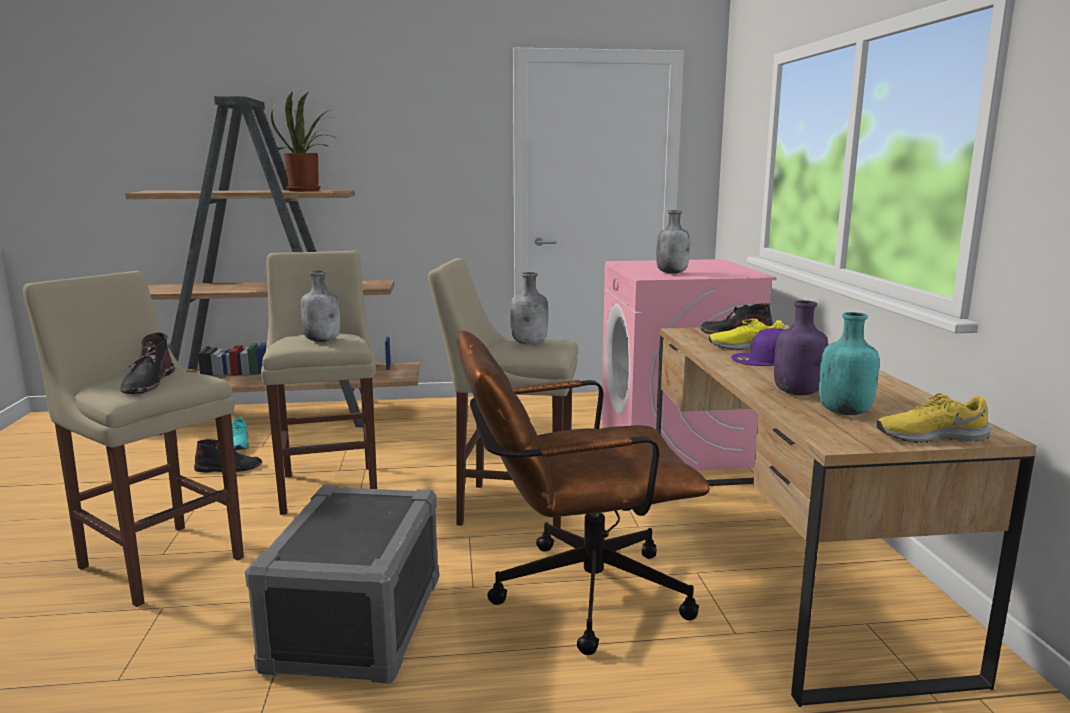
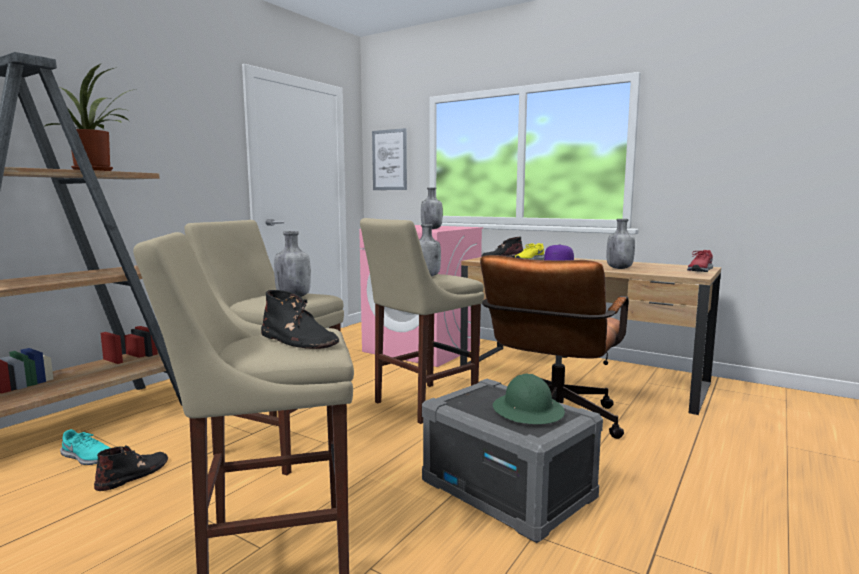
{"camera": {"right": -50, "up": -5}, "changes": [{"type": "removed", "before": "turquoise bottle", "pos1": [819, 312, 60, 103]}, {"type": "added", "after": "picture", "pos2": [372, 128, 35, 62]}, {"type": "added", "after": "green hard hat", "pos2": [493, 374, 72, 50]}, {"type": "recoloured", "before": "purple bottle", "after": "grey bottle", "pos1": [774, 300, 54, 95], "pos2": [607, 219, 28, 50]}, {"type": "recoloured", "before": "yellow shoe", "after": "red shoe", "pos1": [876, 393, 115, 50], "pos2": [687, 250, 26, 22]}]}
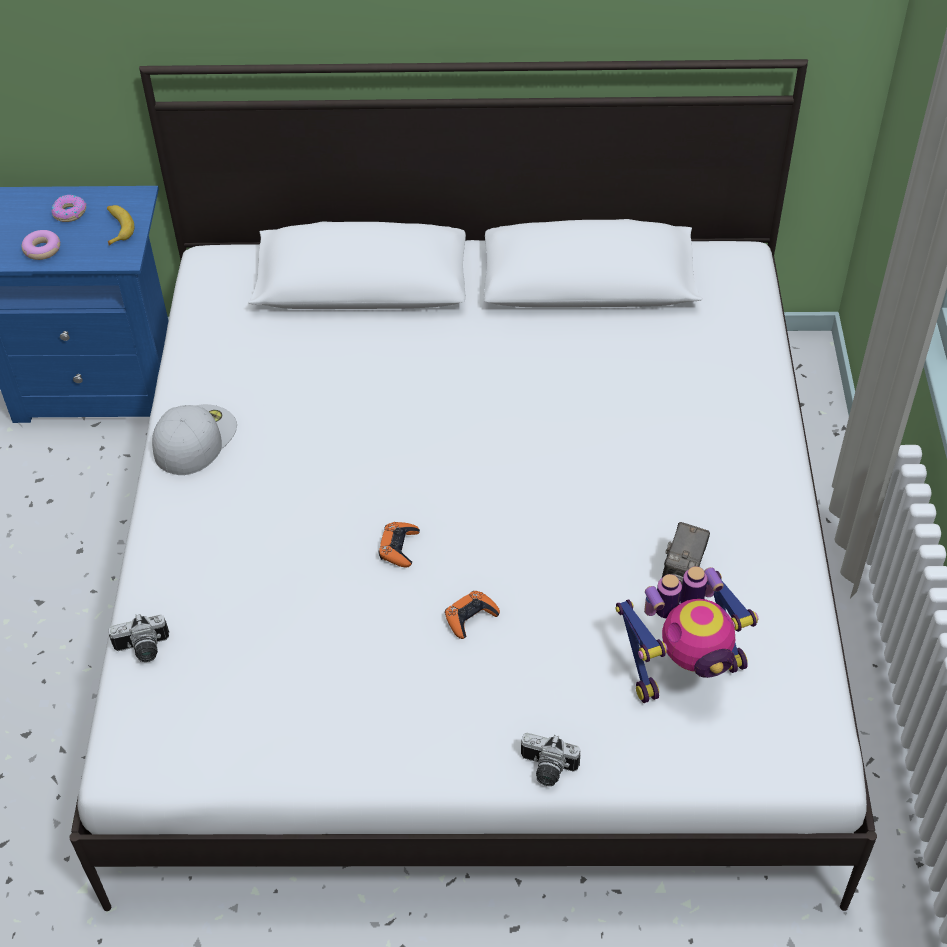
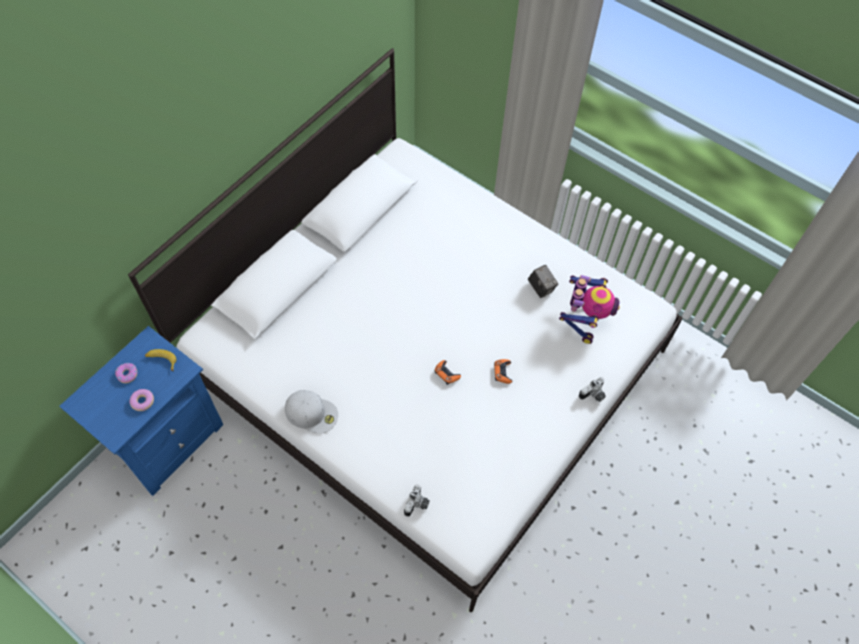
{"camera": {"right": -55, "up": 10}, "changes": [{"type": "turned", "before": "white cap", "pos1": [152, 404, 85, 71], "pos2": [285, 390, 53, 44], "turn": 135}]}
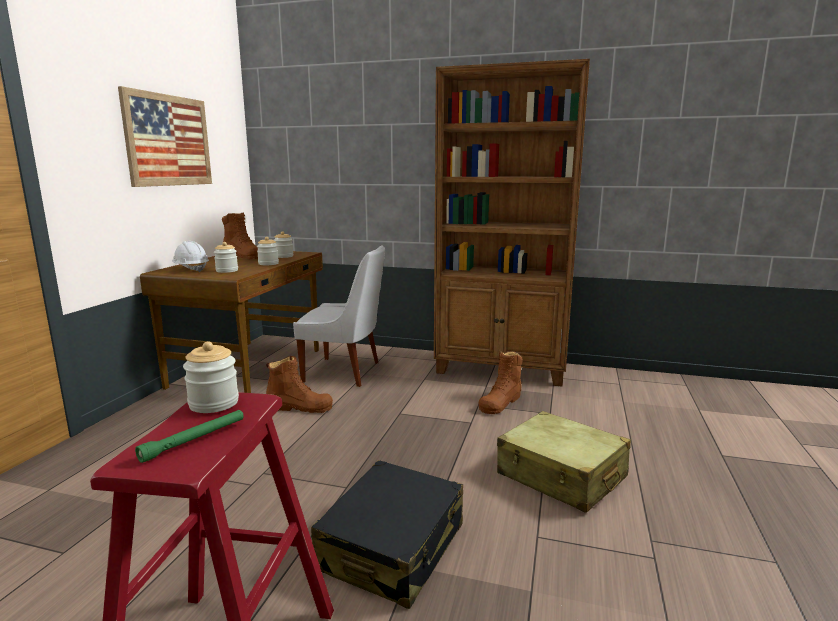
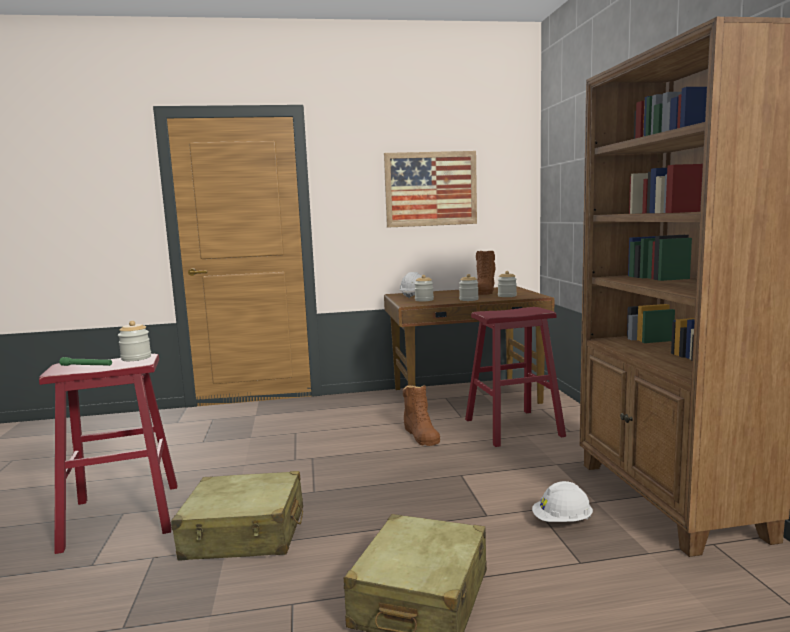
{"camera": {"right": 65, "up": -5}, "changes": [{"type": "replaced", "before": "white chair", "after": "red stool", "pos1": [293, 245, 92, 142], "pos2": [465, 307, 101, 140]}, {"type": "replaced", "before": "brown boot", "after": "white hard hat", "pos1": [478, 351, 45, 63], "pos2": [532, 481, 61, 41]}, {"type": "recoloured", "before": "black suitcase", "after": "beige suitcase", "pos1": [311, 460, 152, 149], "pos2": [171, 471, 132, 90]}]}
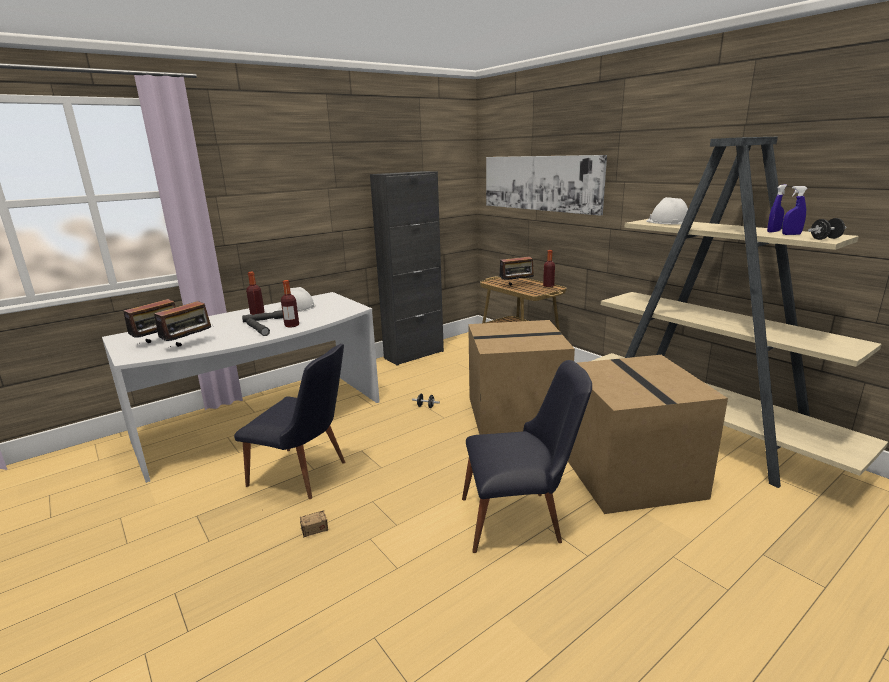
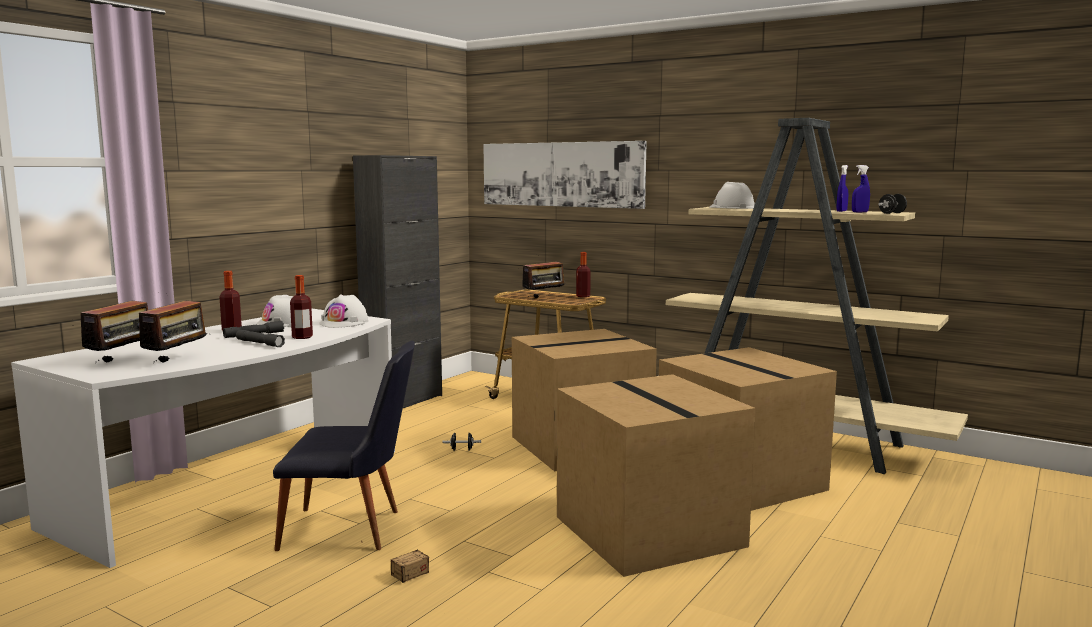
{"camera": {"right": -20, "up": -10}, "changes": [{"type": "added", "after": "white hard hat", "pos2": [319, 294, 50, 34]}, {"type": "replaced", "before": "black chair", "after": "cardboard box", "pos1": [462, 360, 130, 193], "pos2": [557, 374, 199, 203]}]}
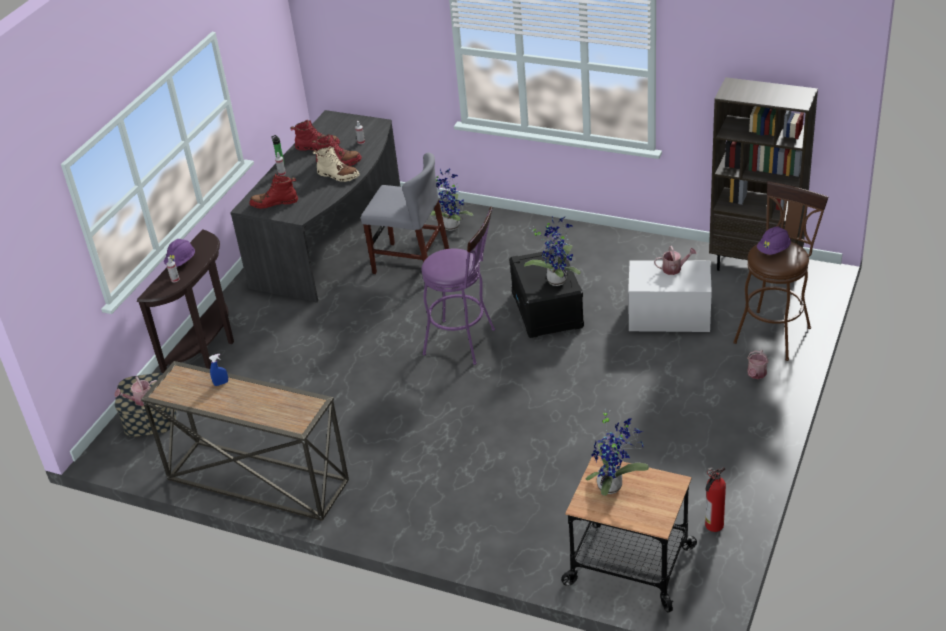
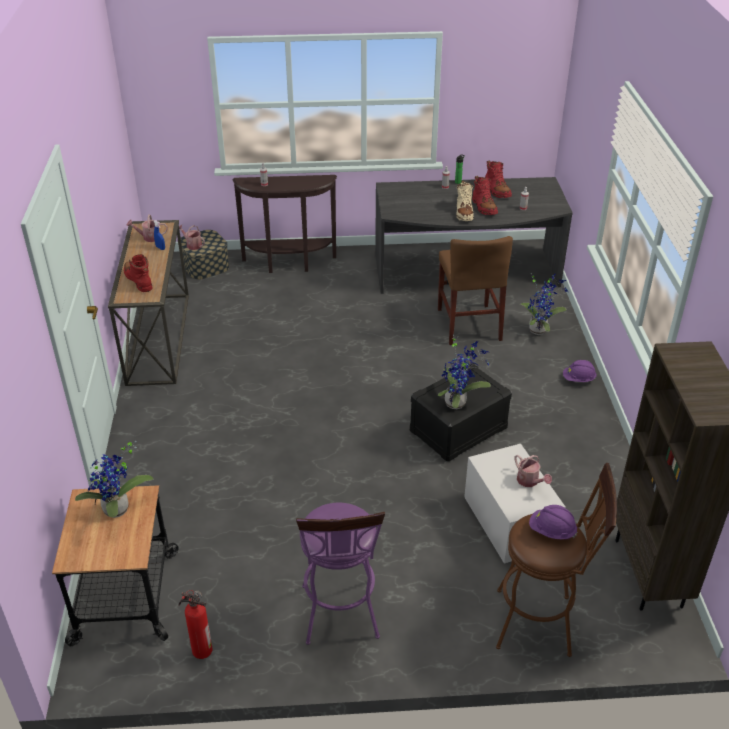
{"camera": {"right": 60, "up": 0}, "changes": [{"type": "moved", "before": "purple hard hat", "pos1": [164, 239, 31, 28], "pos2": [563, 360, 34, 22]}, {"type": "moved", "before": "red boot", "pos1": [249, 173, 49, 36], "pos2": [124, 254, 29, 38]}, {"type": "moved", "before": "purple stool", "pos1": [421, 207, 74, 158], "pos2": [296, 503, 89, 142]}, {"type": "moved", "before": "watering can", "pos1": [747, 350, 22, 29], "pos2": [126, 214, 42, 28]}, {"type": "recoloured", "before": "grey chair", "after": "brown chair", "pos1": [361, 153, 88, 121], "pos2": [438, 236, 75, 109]}]}
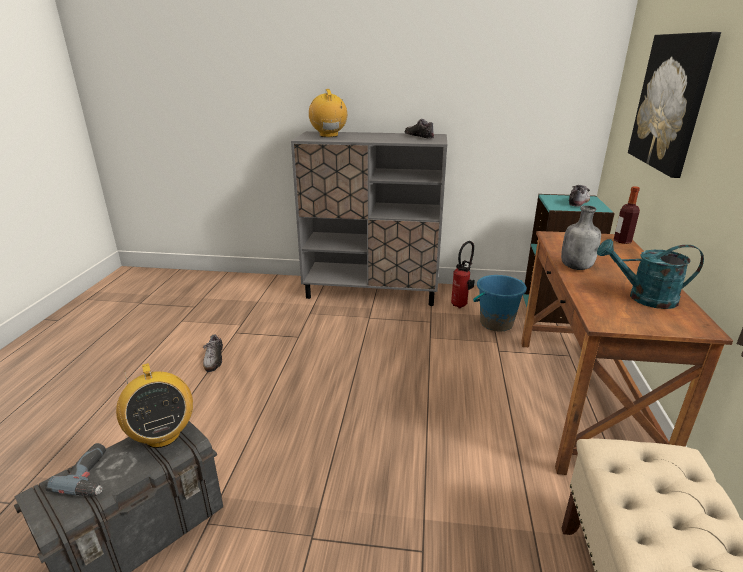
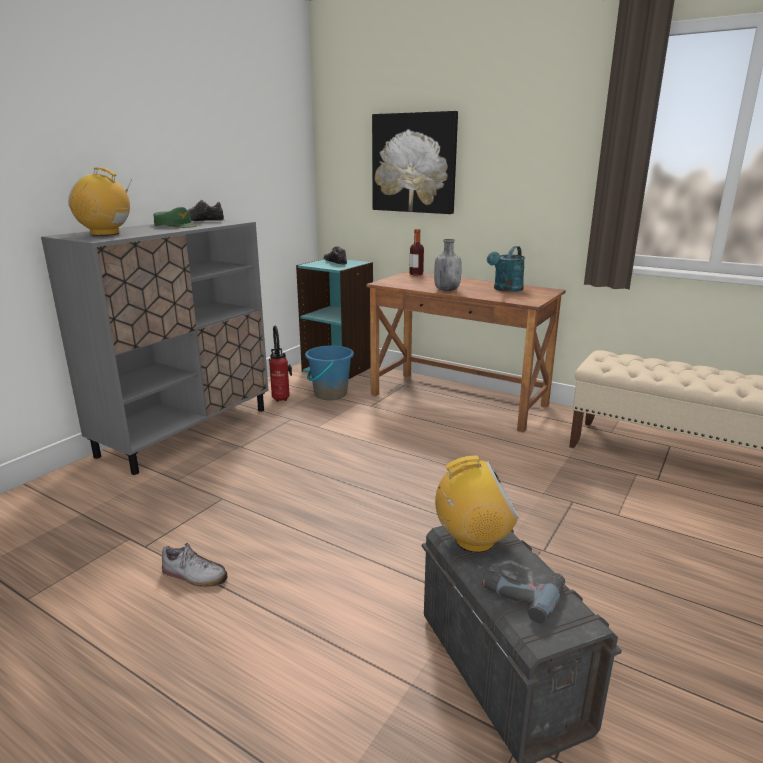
{"camera": {"right": -65, "up": -5}, "changes": [{"type": "added", "after": "green cap", "pos2": [153, 207, 44, 21]}]}
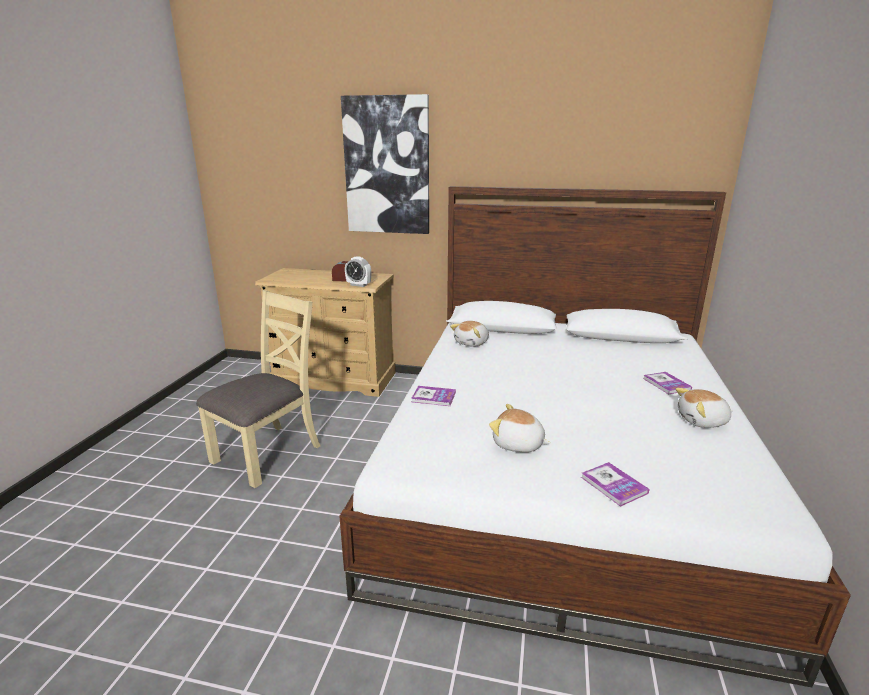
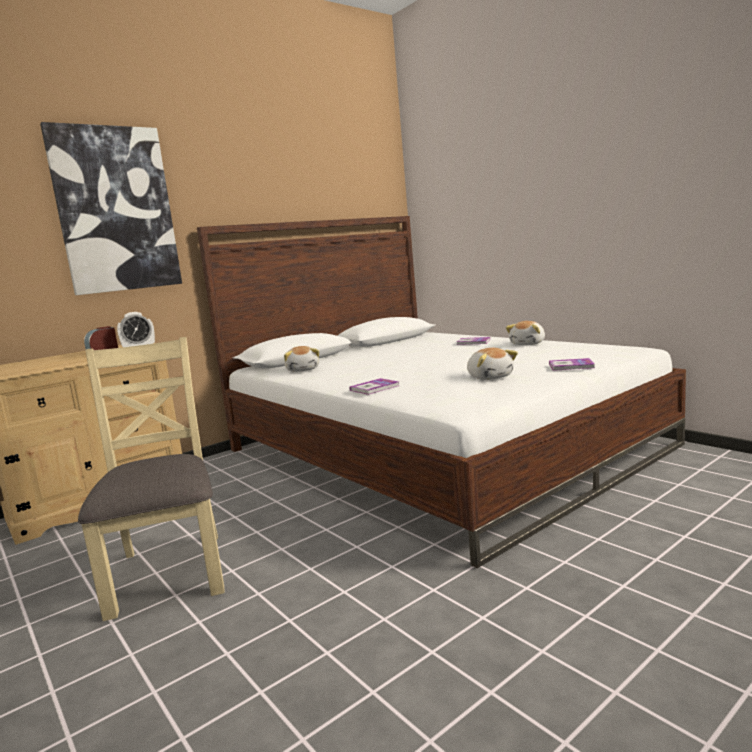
{"camera": {"right": -50, "up": -10}, "changes": [{"type": "turned", "before": "plush toy", "pos1": [489, 404, 61, 48], "pos2": [467, 348, 51, 32], "turn": -90}]}
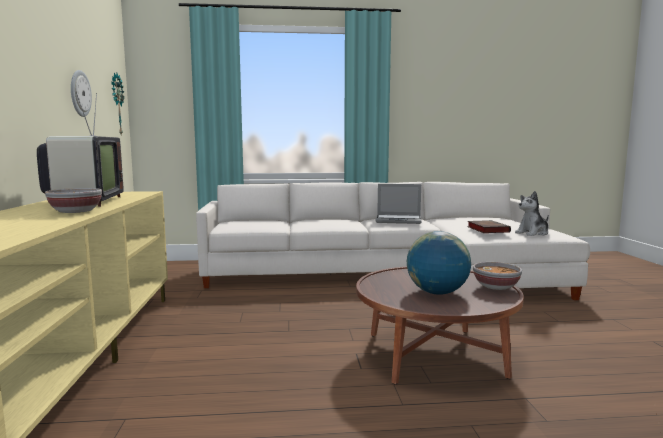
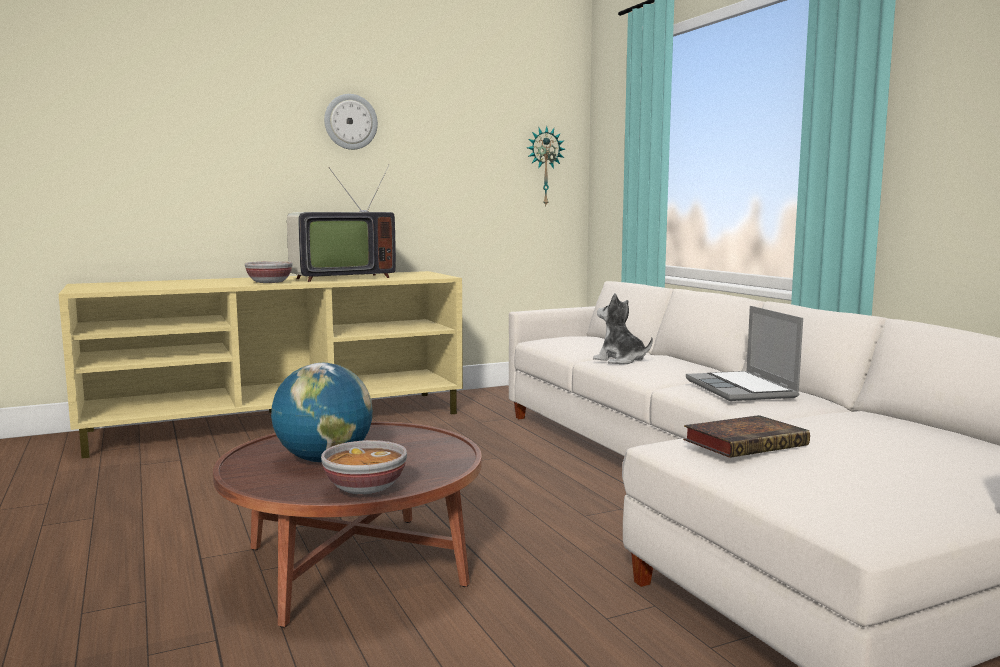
{"camera": {"right": 70, "up": 0}, "changes": [{"type": "moved", "before": "wall clock", "pos1": [71, 70, 21, 47], "pos2": [324, 94, 54, 56]}, {"type": "moved", "before": "plush toy", "pos1": [515, 191, 34, 45], "pos2": [593, 293, 60, 71]}]}
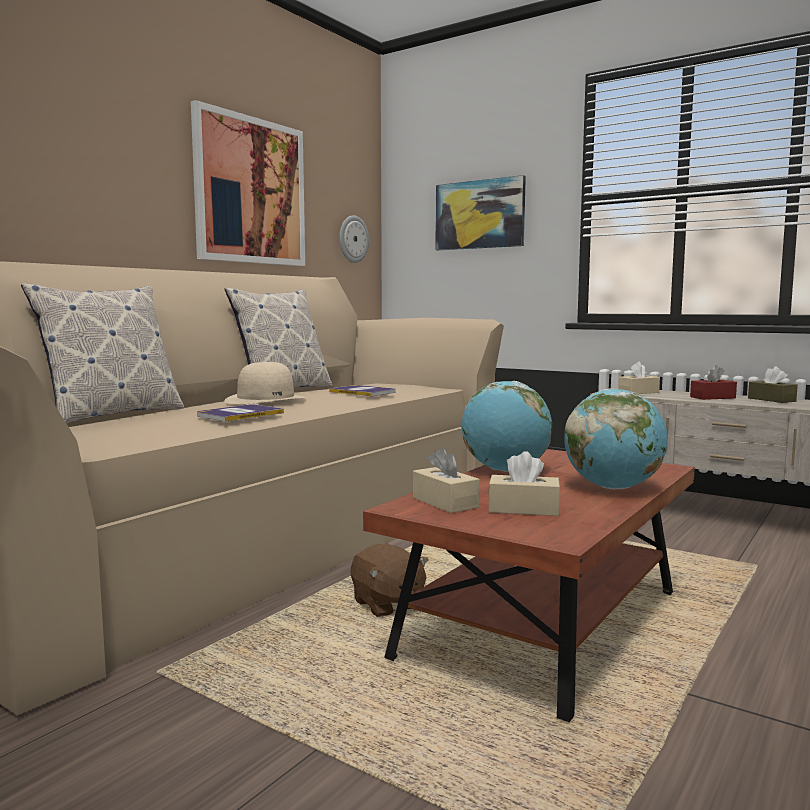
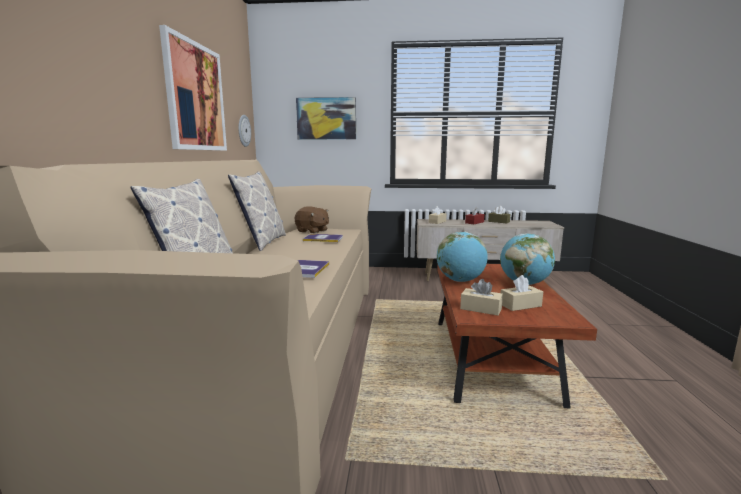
{"camera": {"right": -30, "up": 5}, "changes": [{"type": "removed", "before": "beige hat", "pos1": [224, 362, 82, 42]}, {"type": "moved", "before": "brown plush toy", "pos1": [351, 543, 78, 74], "pos2": [295, 206, 34, 28]}]}
